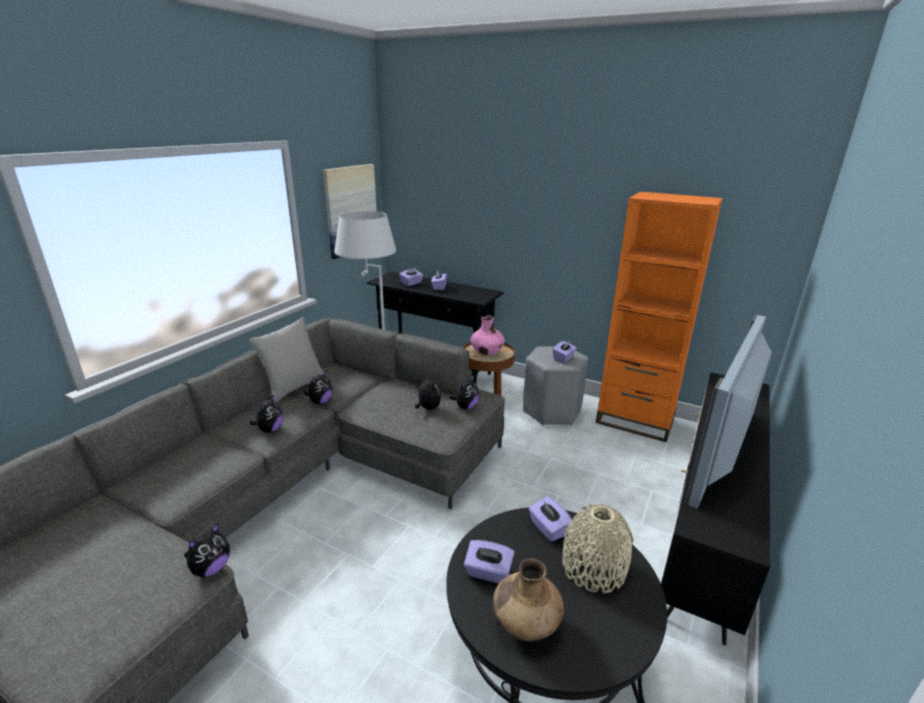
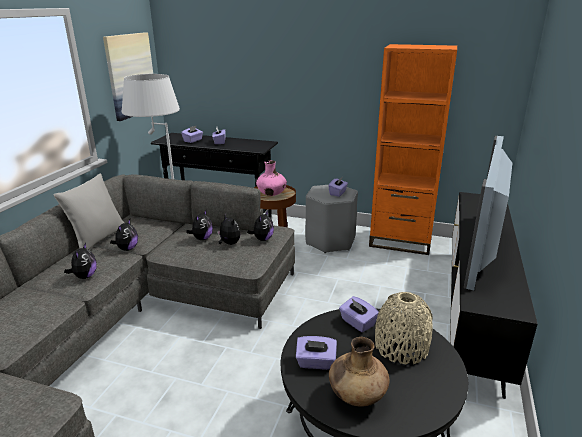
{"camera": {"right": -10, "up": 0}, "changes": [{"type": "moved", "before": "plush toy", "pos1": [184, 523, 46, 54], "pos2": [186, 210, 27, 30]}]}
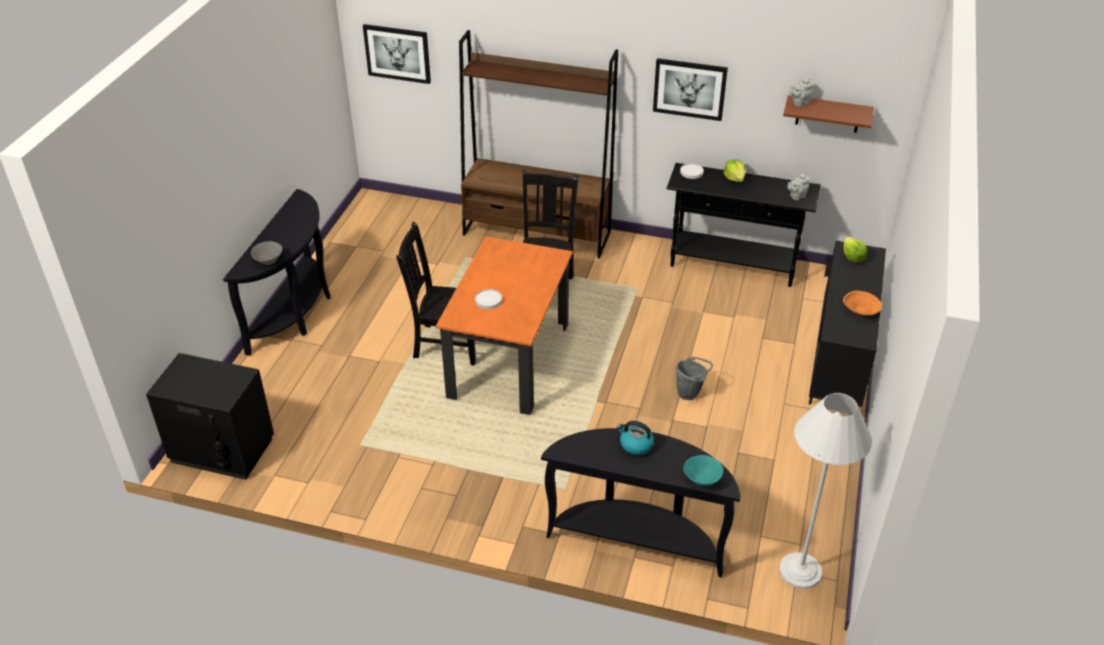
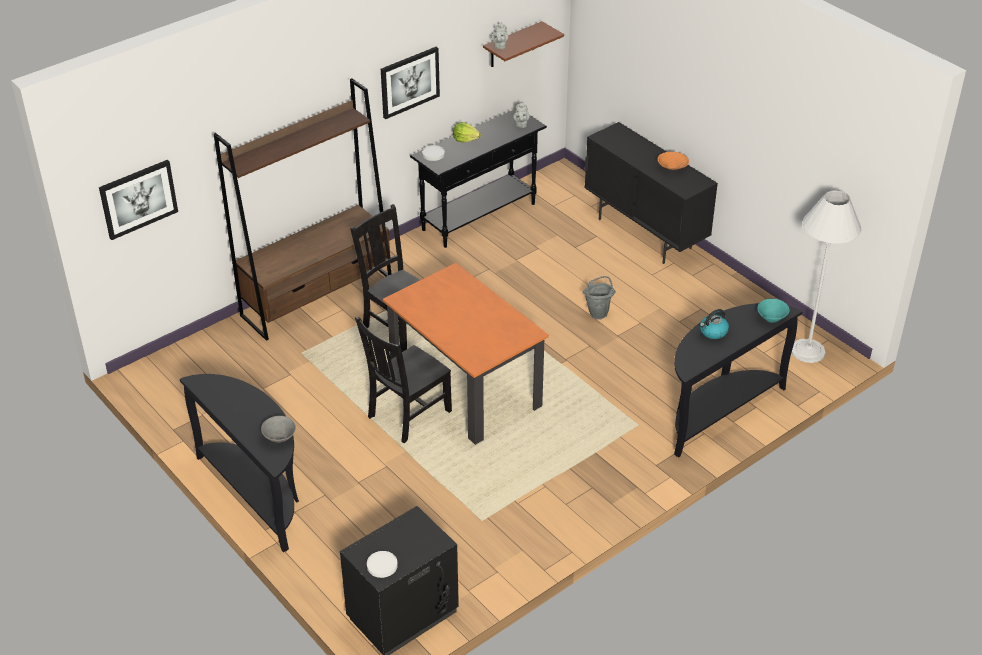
{"camera": {"right": -55, "up": 0}, "changes": [{"type": "removed", "before": "lettuce", "pos1": [844, 237, 23, 26]}, {"type": "moved", "before": "white plate", "pos1": [475, 289, 27, 20], "pos2": [367, 551, 31, 27]}]}
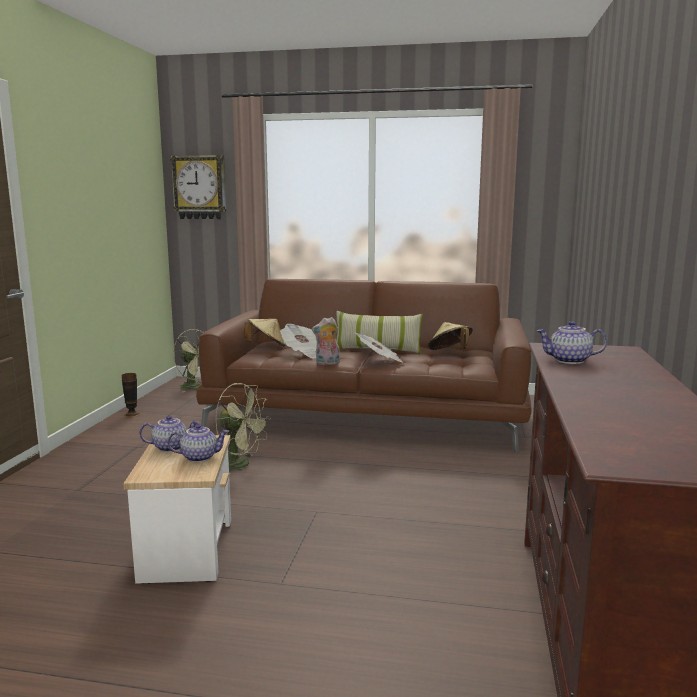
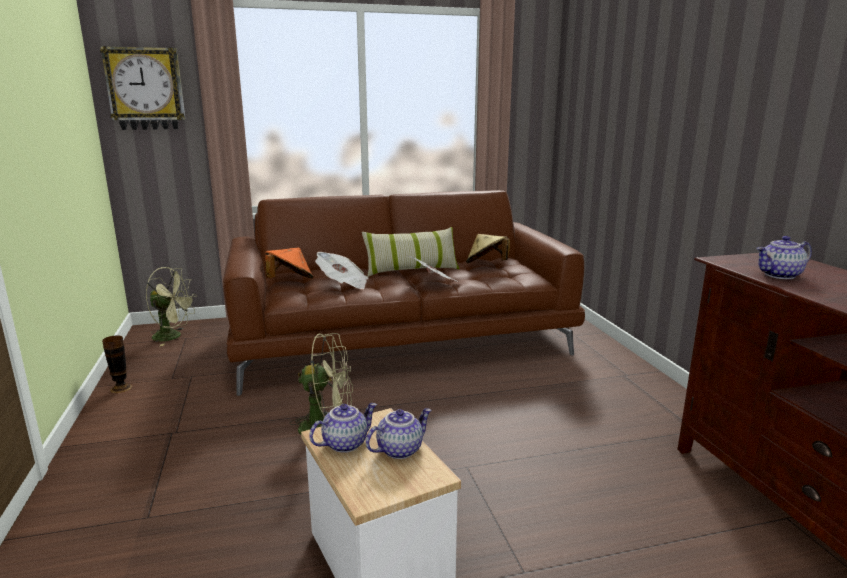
{"camera": {"right": -25, "up": 5}, "changes": [{"type": "removed", "before": "plush toy", "pos1": [312, 317, 28, 48]}, {"type": "recoloured", "before": "beige hat", "after": "orange hat", "pos1": [245, 319, 40, 27], "pos2": [265, 248, 48, 30]}]}
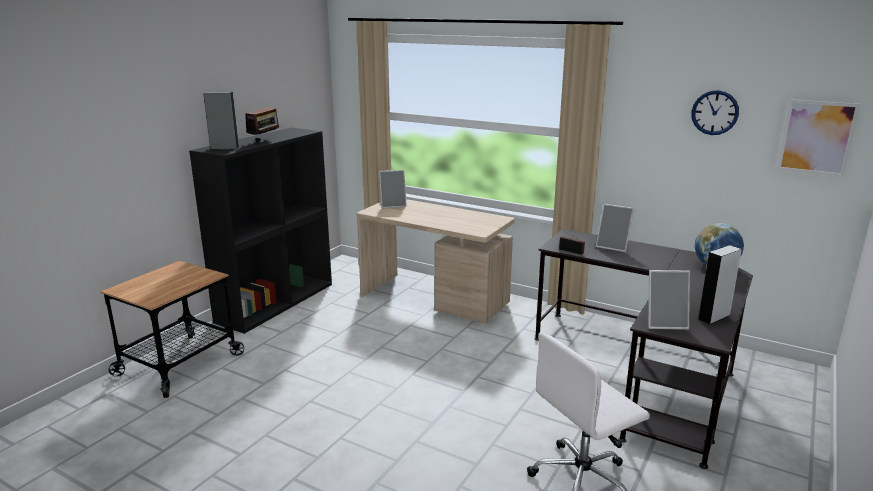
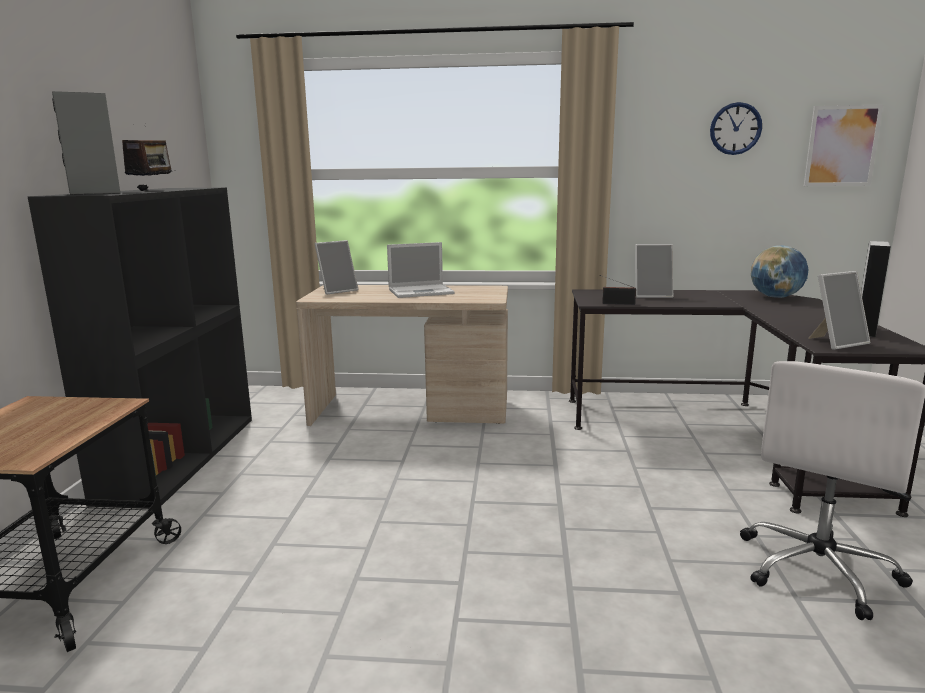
{"camera": {"right": -25, "up": -5}, "changes": [{"type": "added", "after": "laptop", "pos2": [387, 242, 67, 56]}]}
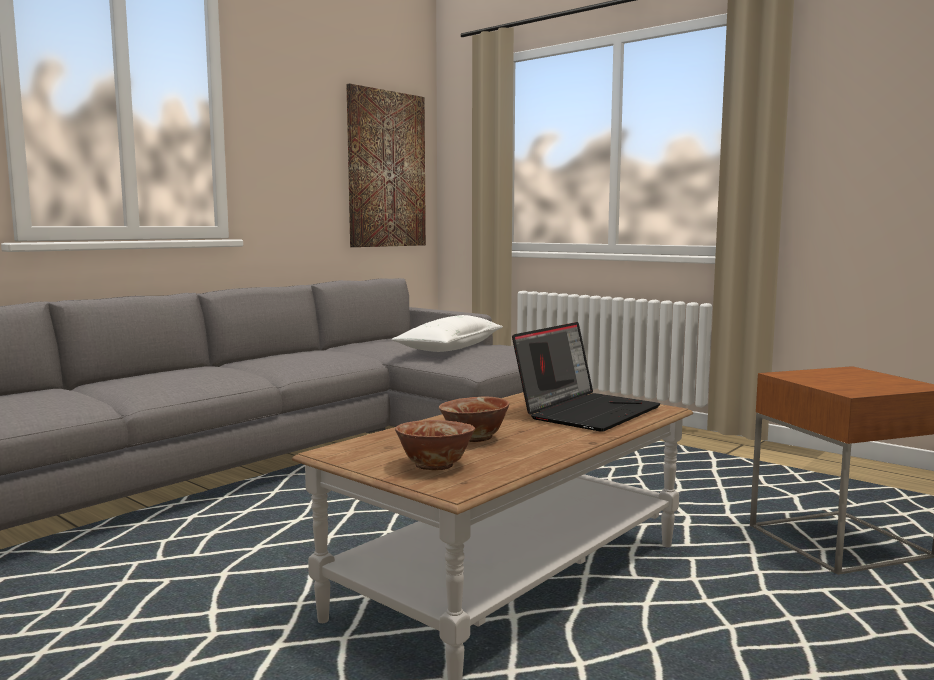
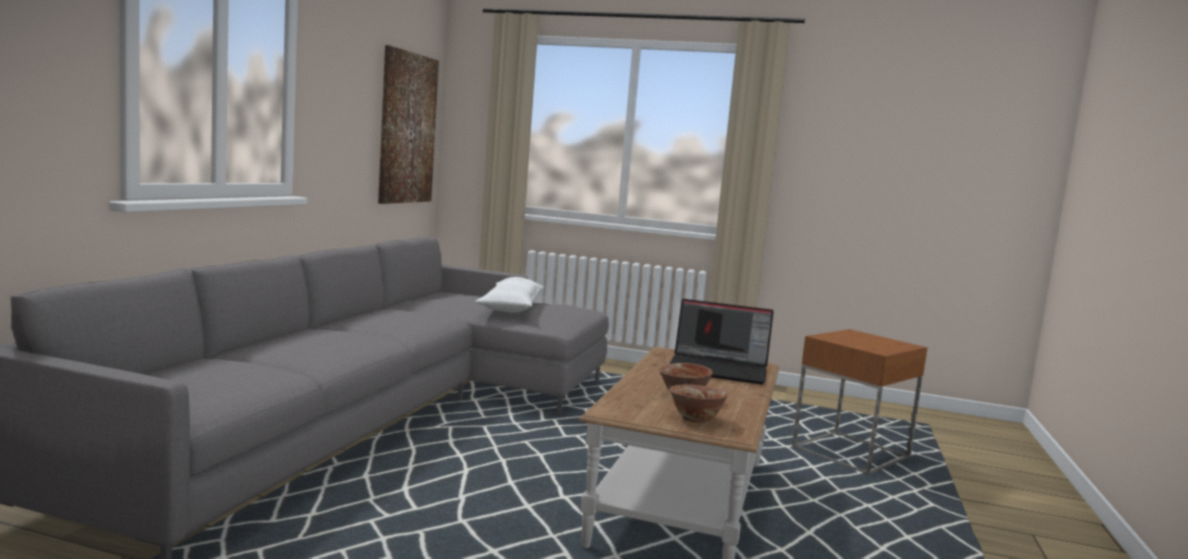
{"camera": {"right": -25, "up": 0}, "changes": [{"type": "turned", "before": "laptop", "pos1": [512, 322, 148, 110], "pos2": [669, 299, 105, 85], "turn": 90}]}
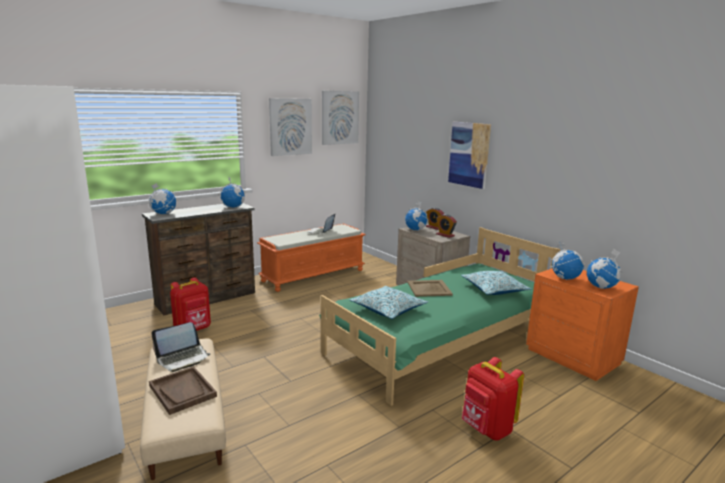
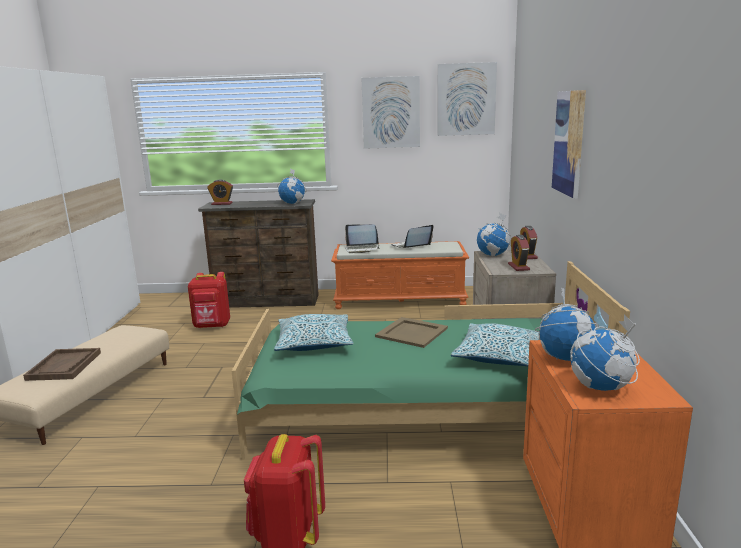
{"camera": {"right": 40, "up": 0}, "changes": [{"type": "moved", "before": "laptop", "pos1": [151, 322, 60, 50], "pos2": [345, 224, 35, 29]}, {"type": "replaced", "before": "globe", "after": "alarm clock", "pos1": [148, 183, 28, 31], "pos2": [207, 180, 26, 25]}]}
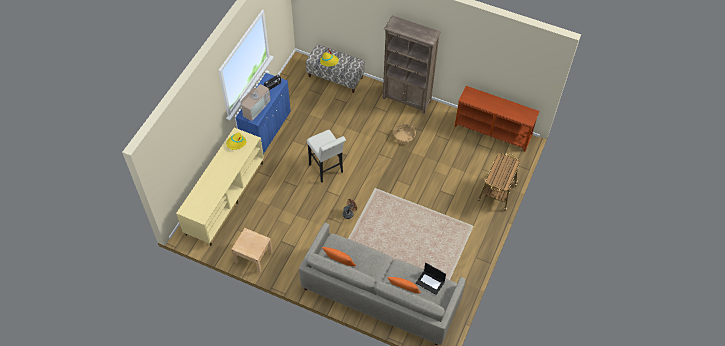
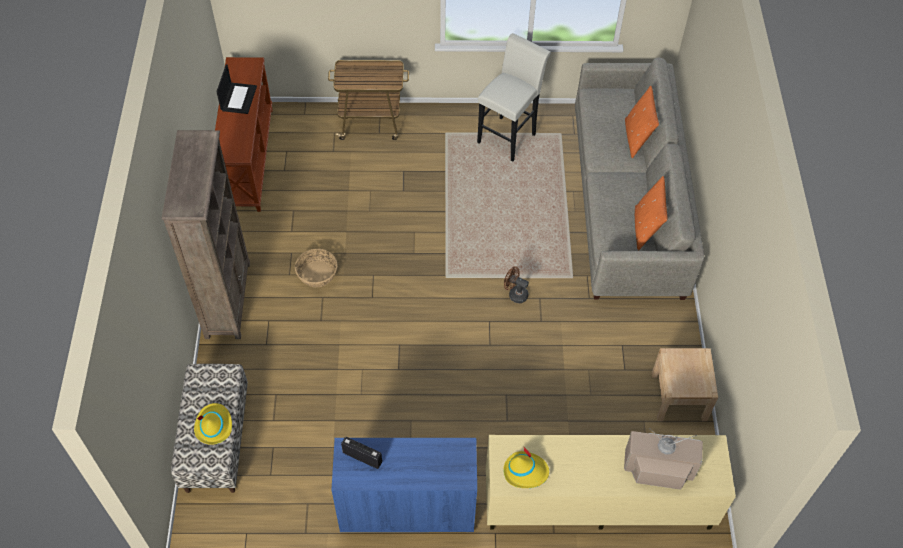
{"camera": {"right": -115, "up": 0}, "changes": [{"type": "moved", "before": "television", "pos1": [240, 83, 31, 38], "pos2": [624, 428, 79, 62]}, {"type": "moved", "before": "white stool", "pos1": [307, 130, 39, 53], "pos2": [477, 33, 74, 128]}, {"type": "moved", "before": "laptop", "pos1": [416, 263, 30, 32], "pos2": [216, 64, 41, 50]}]}
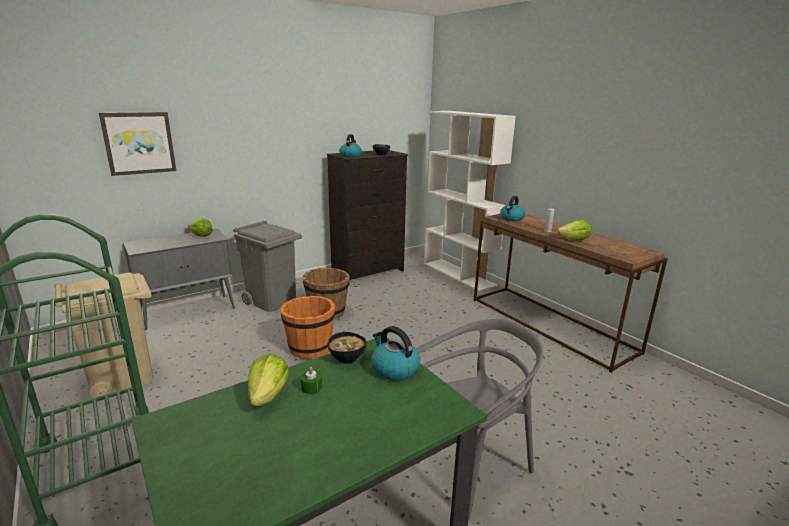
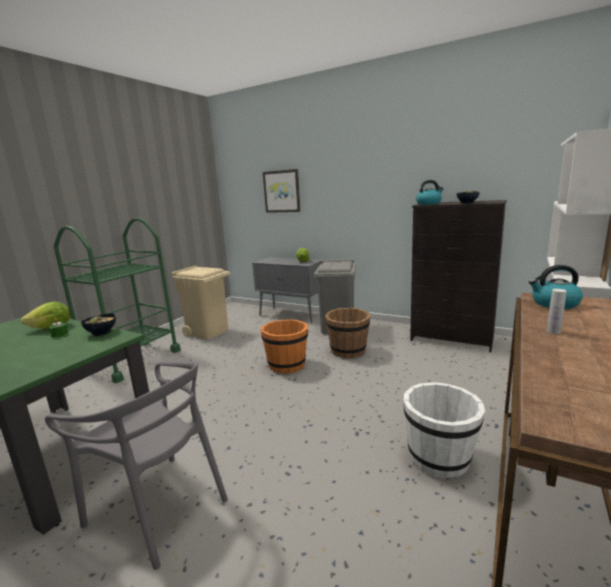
{"camera": {"right": 65, "up": -5}, "changes": [{"type": "removed", "before": "kettle", "pos1": [371, 326, 49, 55]}, {"type": "removed", "before": "lettuce", "pos1": [557, 220, 35, 21]}, {"type": "added", "after": "white bucket", "pos2": [404, 382, 81, 97]}]}
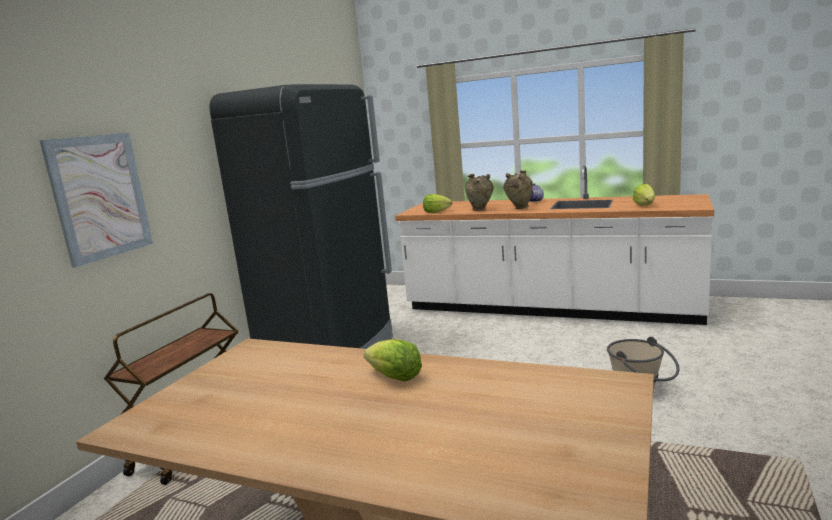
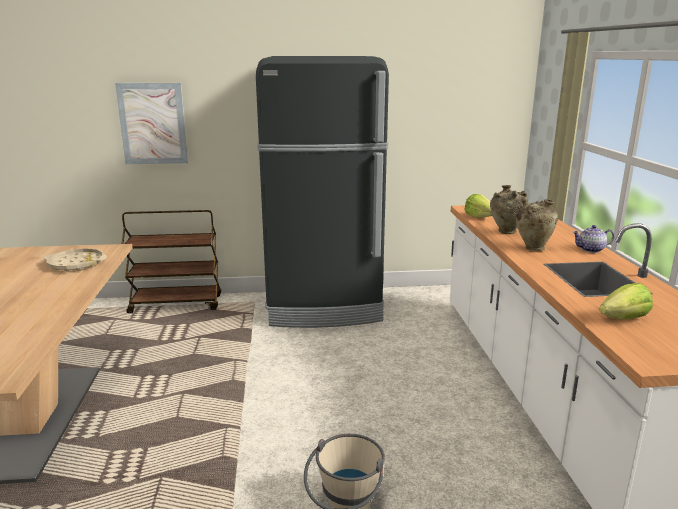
{"camera": {"right": 60, "up": 5}, "changes": [{"type": "removed", "before": "lettuce", "pos1": [363, 339, 59, 43]}, {"type": "added", "after": "beige tray", "pos2": [44, 248, 63, 23]}]}
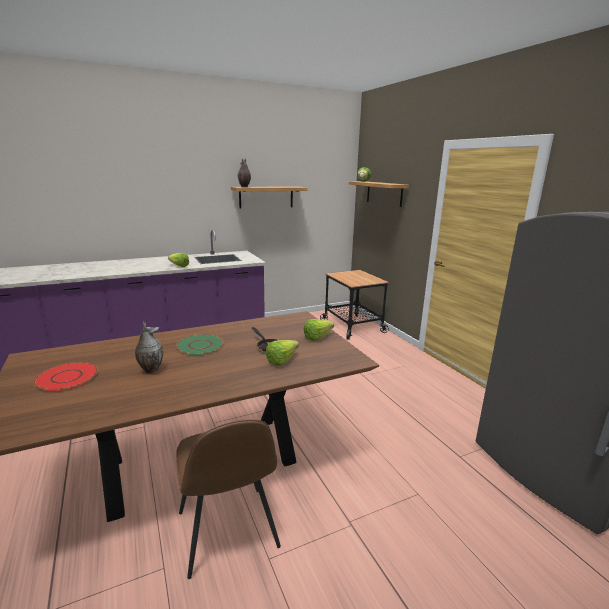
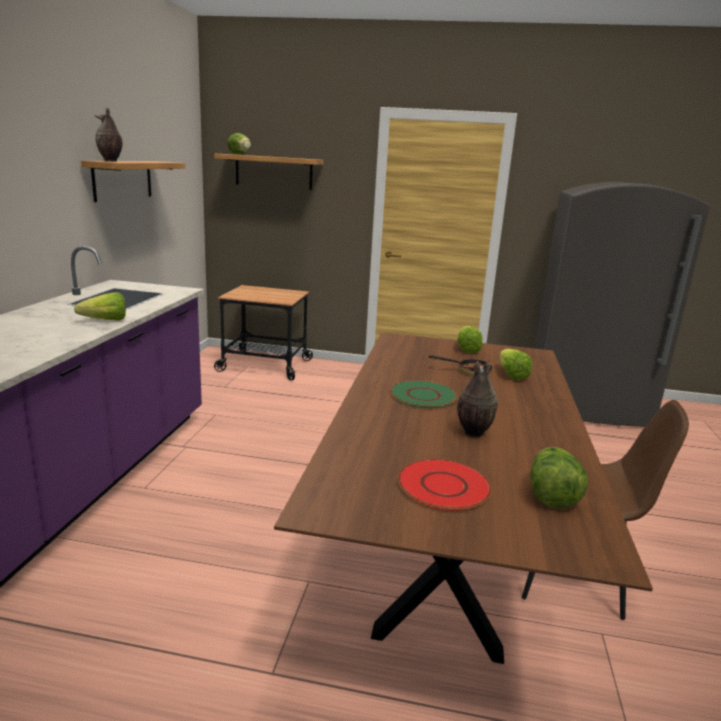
{"camera": {"right": -55, "up": 0}, "changes": [{"type": "added", "after": "lettuce", "pos2": [530, 447, 58, 62]}]}
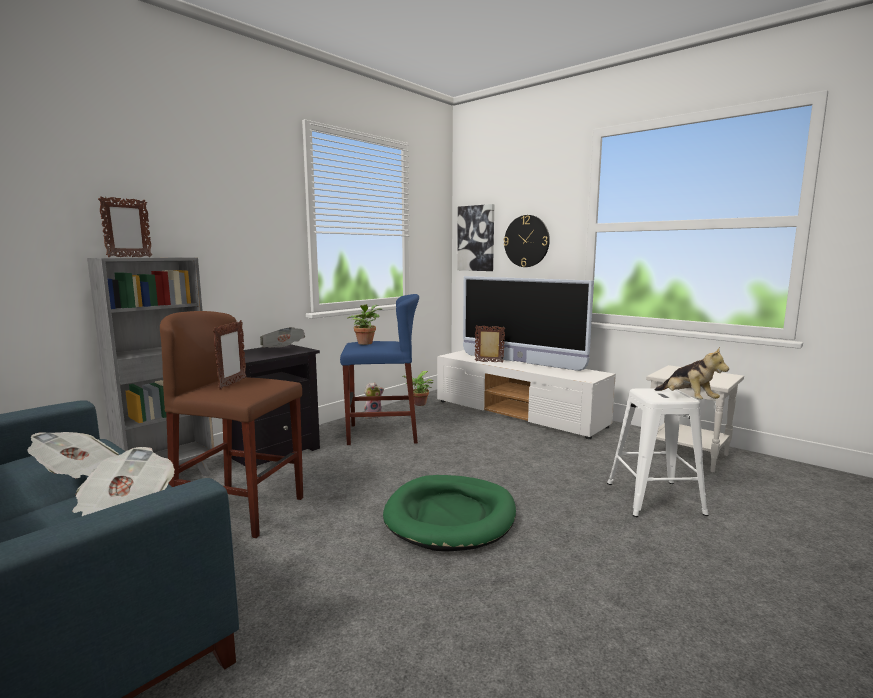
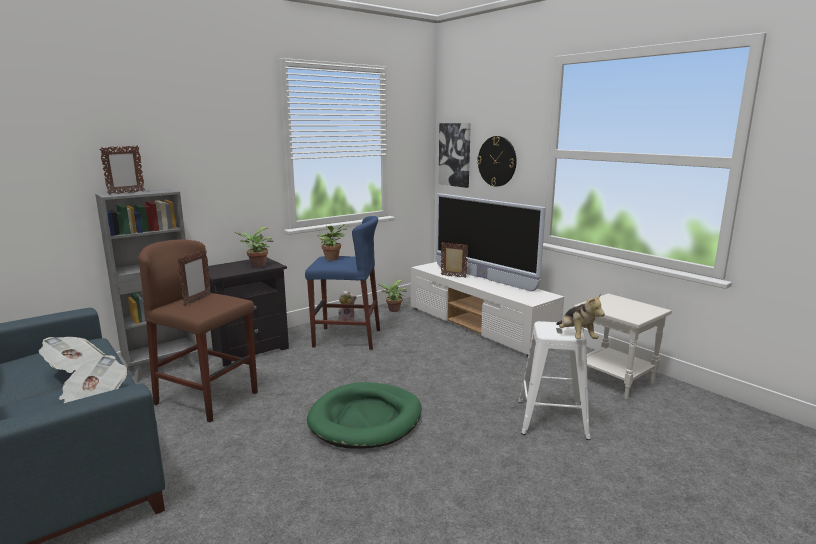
{"camera": {"right": 10, "up": 5}, "changes": [{"type": "replaced", "before": "newspaper", "after": "potted plant", "pos1": [260, 327, 45, 21], "pos2": [234, 227, 39, 40]}]}
